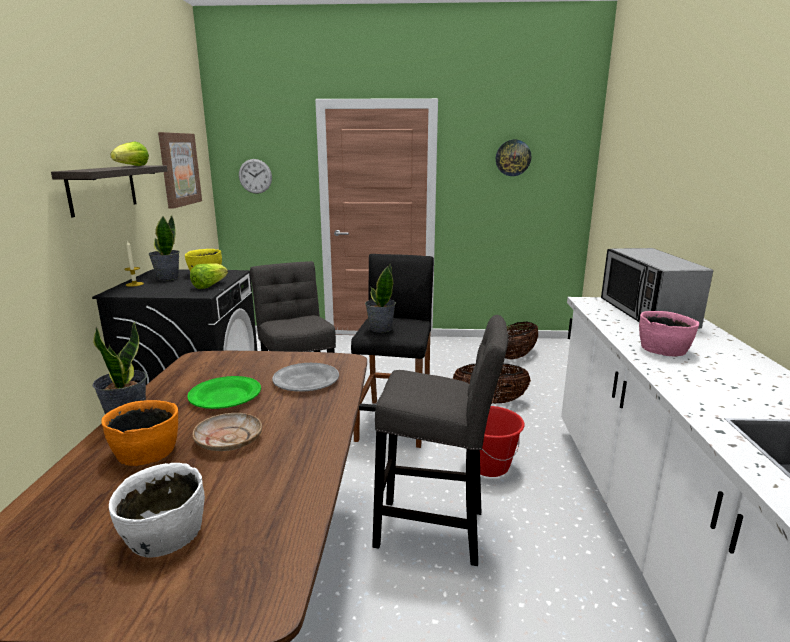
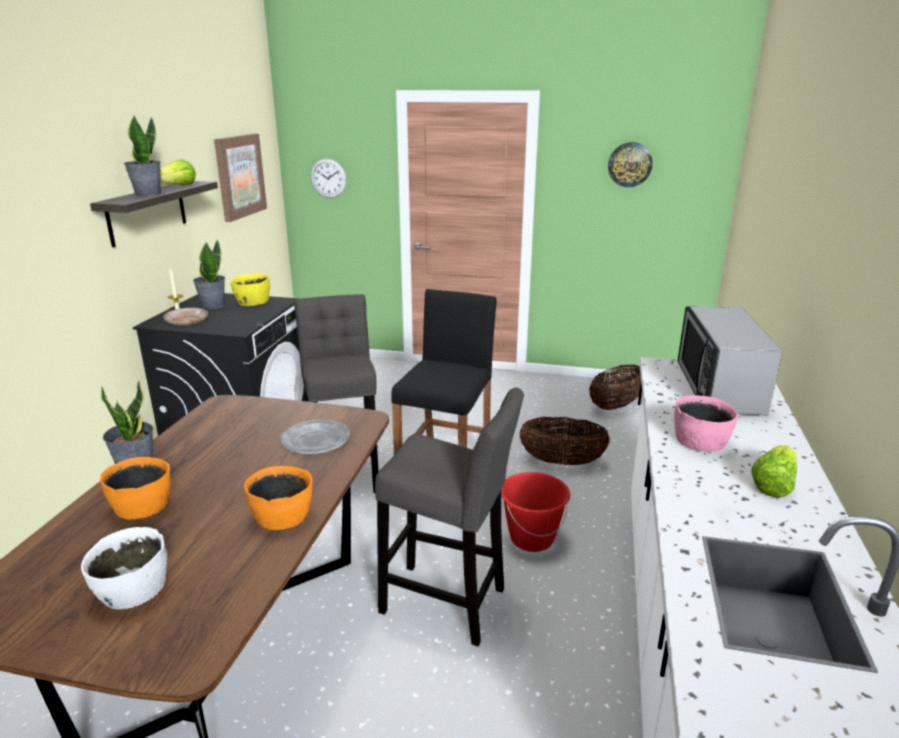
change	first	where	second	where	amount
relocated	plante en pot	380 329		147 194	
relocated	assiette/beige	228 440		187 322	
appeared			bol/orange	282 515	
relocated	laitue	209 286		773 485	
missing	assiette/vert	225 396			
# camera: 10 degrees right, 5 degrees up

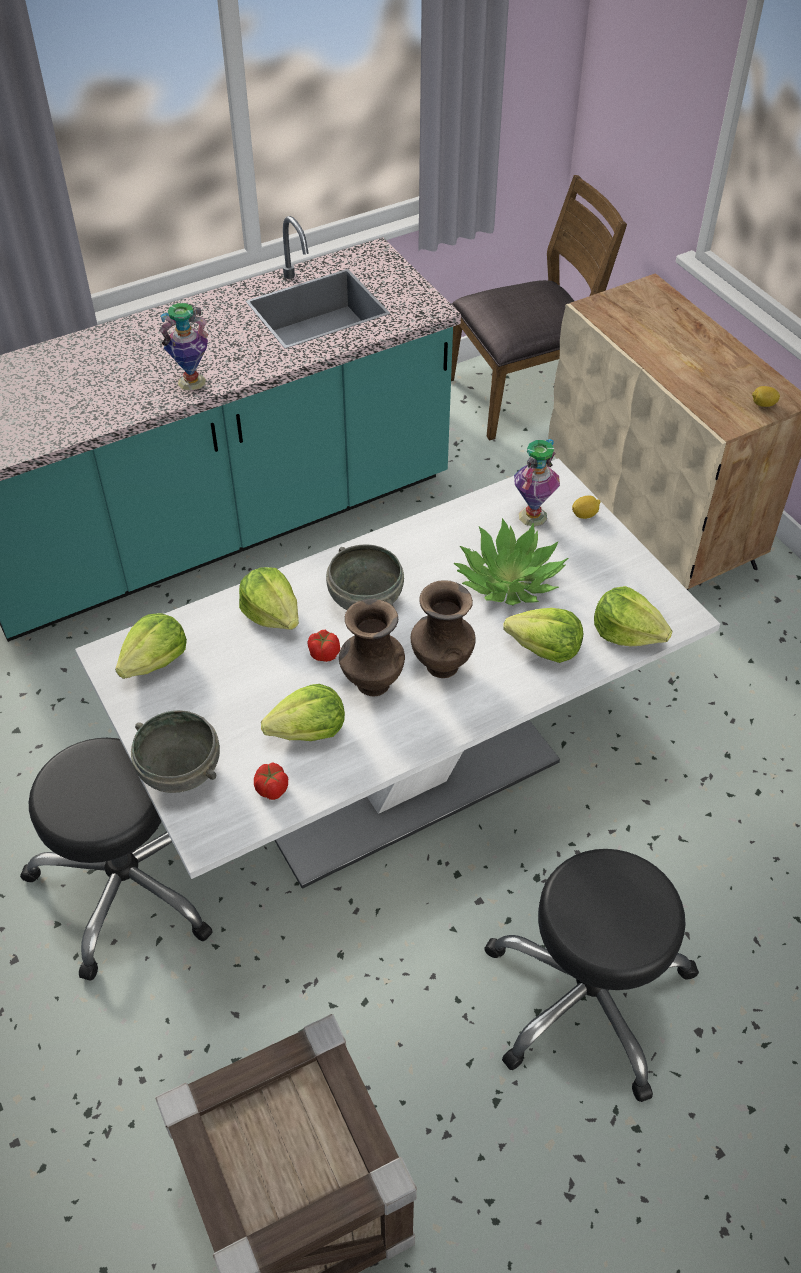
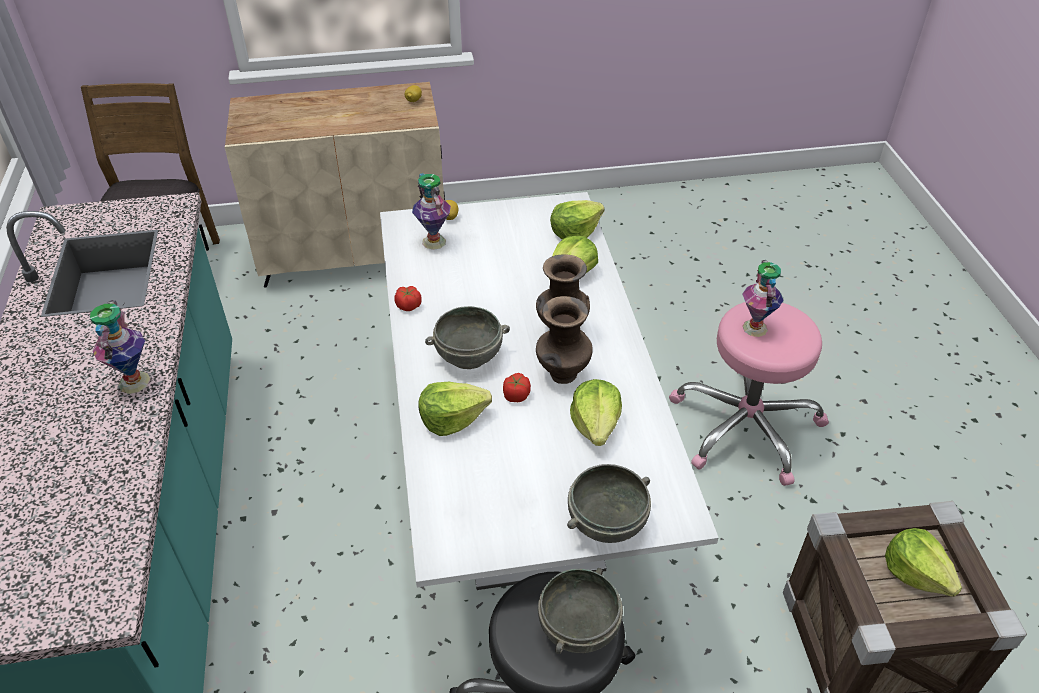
change	first	where	second	where	amount
relocated	tomate	272 789		409 306	
appeared			bol/gris	579 628	
colour	tabouret/noir	587 995	tabouret/rose	745 426	
appeared			vase	755 328	
relocated	laitue	155 661		915 573	
missing	plante en pot	508 580			
# camera: 70 degrees left, 5 degrees down

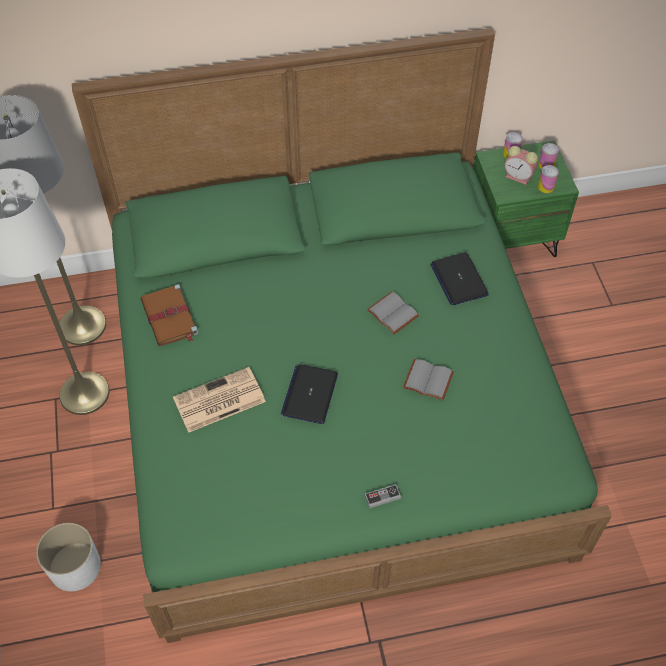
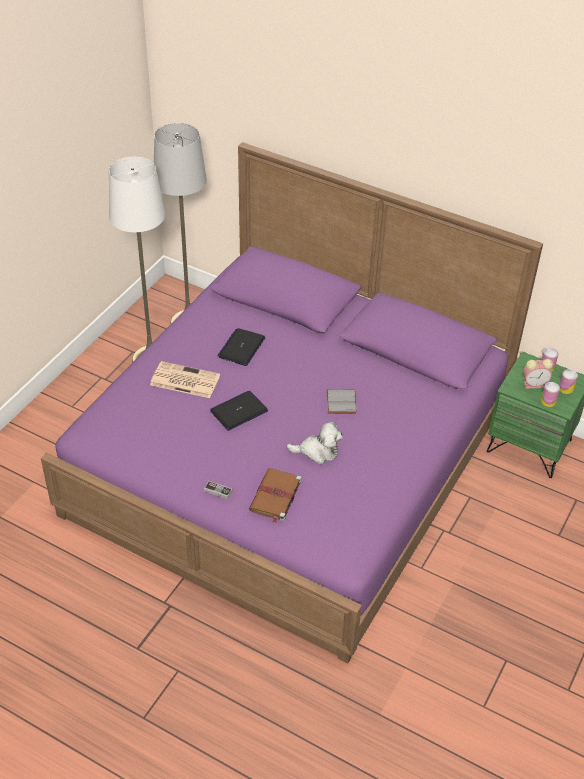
change	first	where	second	where	amount
colour	lit/vert	332 401	lit/violet	290 460	
relocated	ordinateur portable	458 279		241 347	
relocated	livre/marron	170 318		275 496	
exchanged	livre/gris	427 381	peluche	317 451	
spun	réveil	519 177		535 384	75 degrees counterclockwise
missing	cache-pot/blanc	75 566			
# camera: 40 degrees right, 10 degrees down

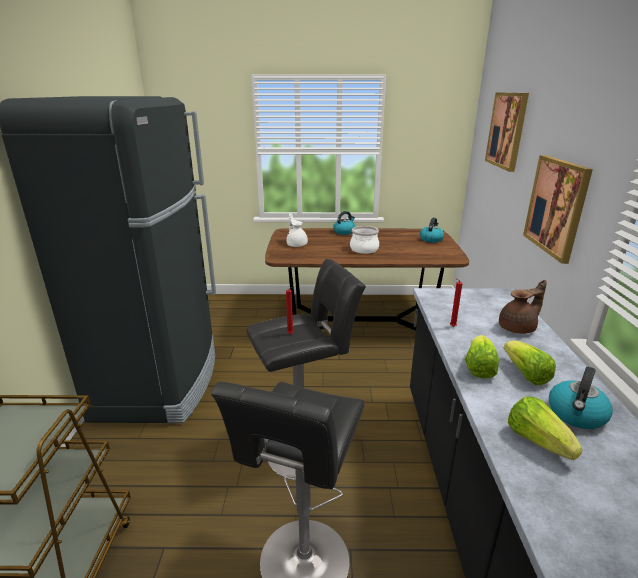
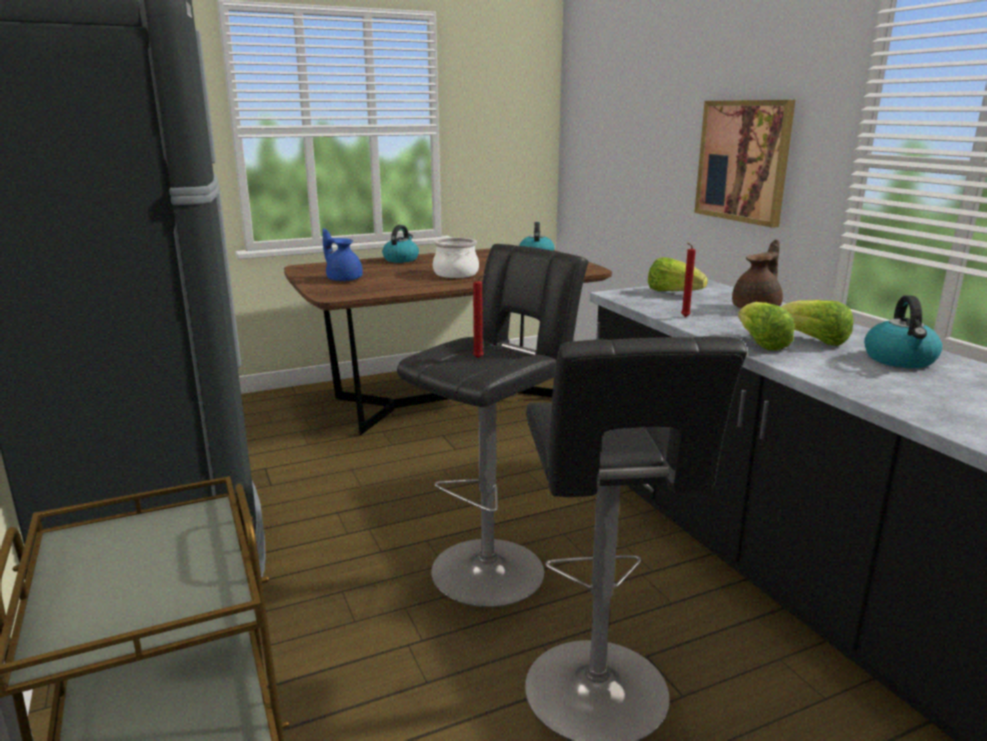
change	first	where	second	where	amount
colour	théière/blanc	296 244	théière/bleu	343 279	
relocated	laitue	537 441		673 293	
missing	tableau	507 130			
# camera: 25 degrees left, 5 degrees down

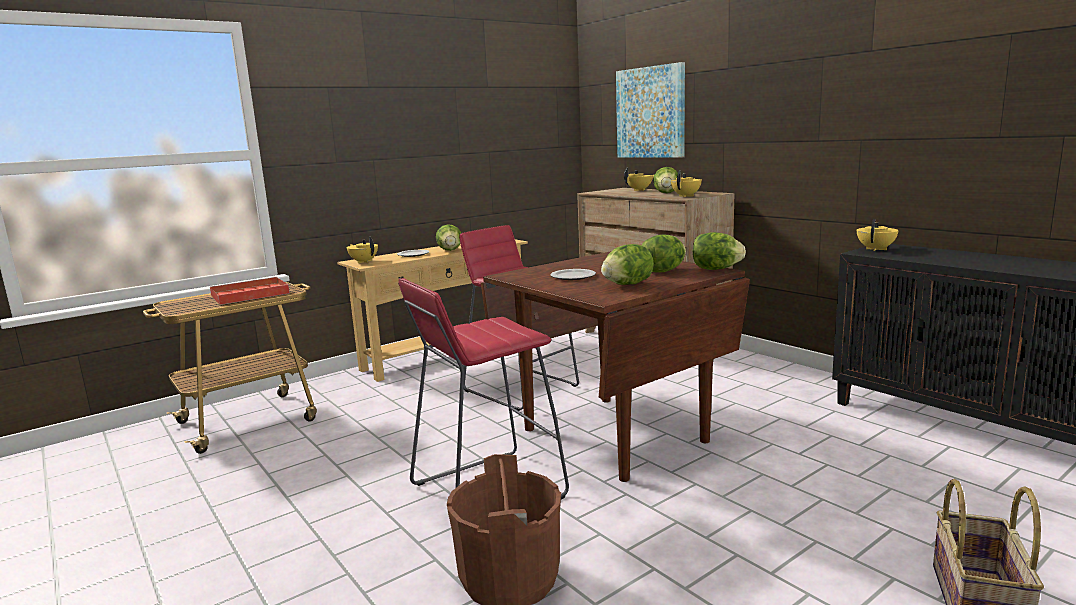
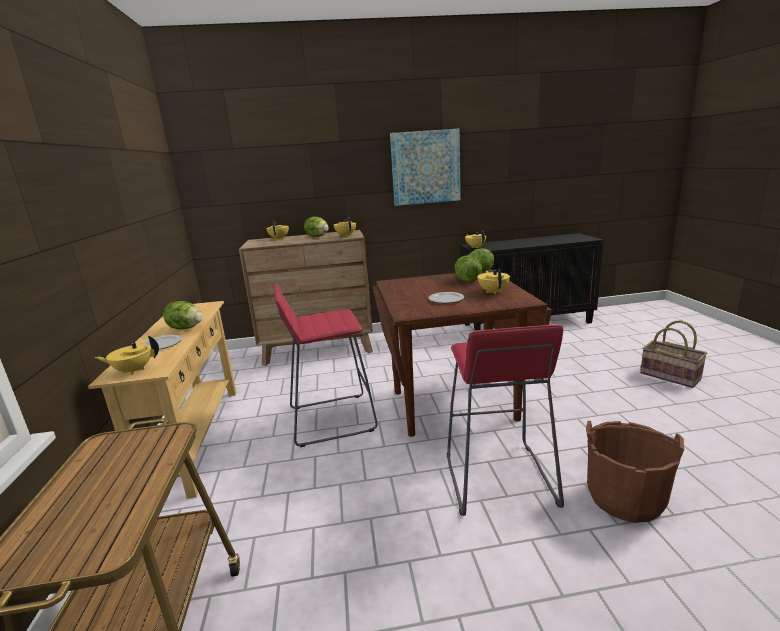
change	first	where	second	where	amount
relocated	tableau	651 112		425 167	
exchanged	laitue	627 284	théière/jaune	493 292	
missing	plateau/rouge	248 294			
# camera: 60 degrees left, 5 degrees up

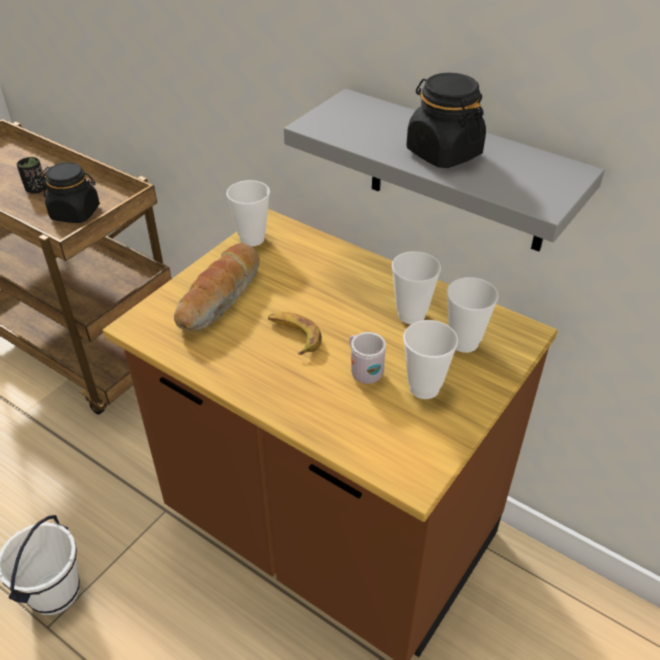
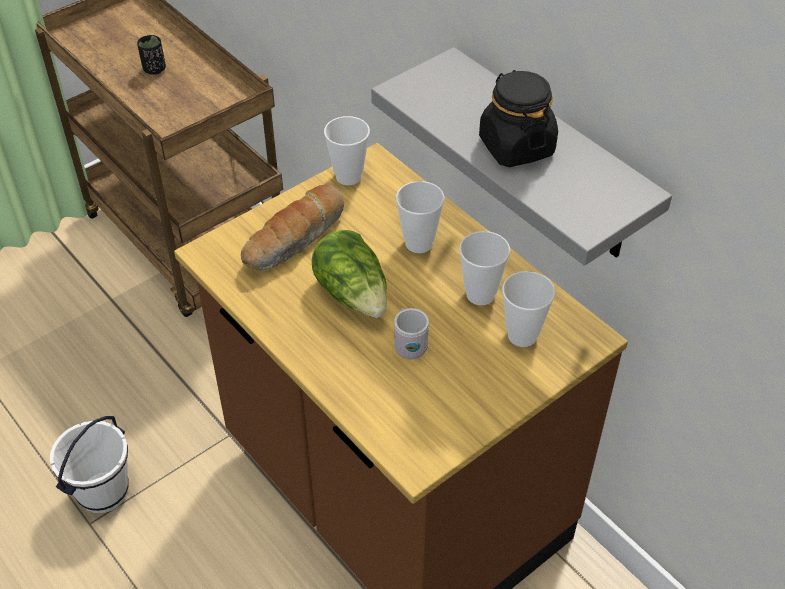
change	first	where	second	where	amount
exchanged	banane	293 336	laitue	354 294	
relocated	tasse	424 388		419 243	
missing	bocal/noir	76 213			
# camera: 15 degrees right, 5 degrees up

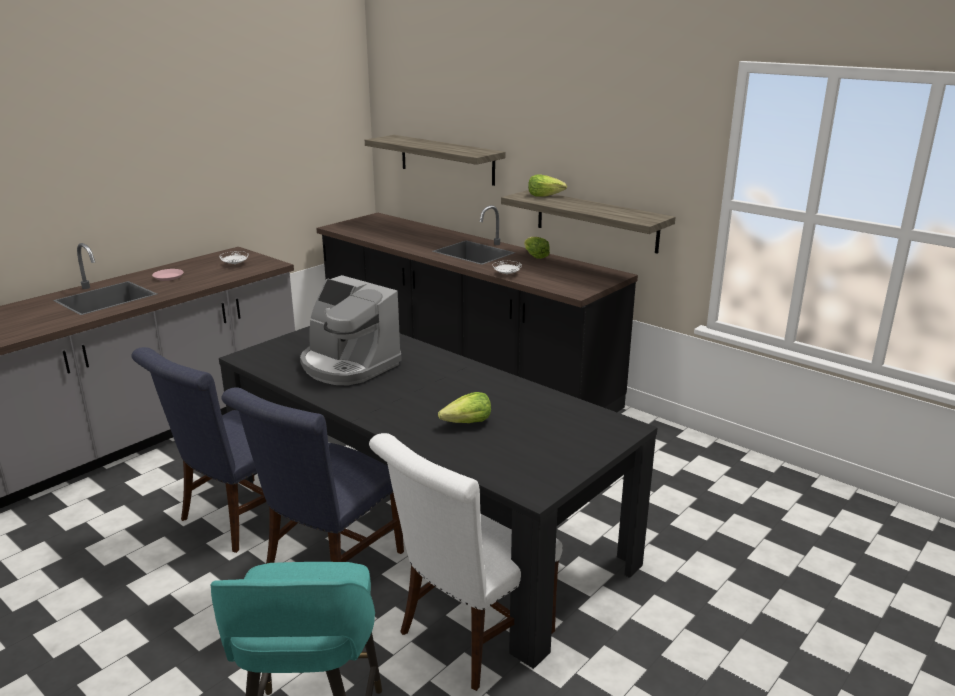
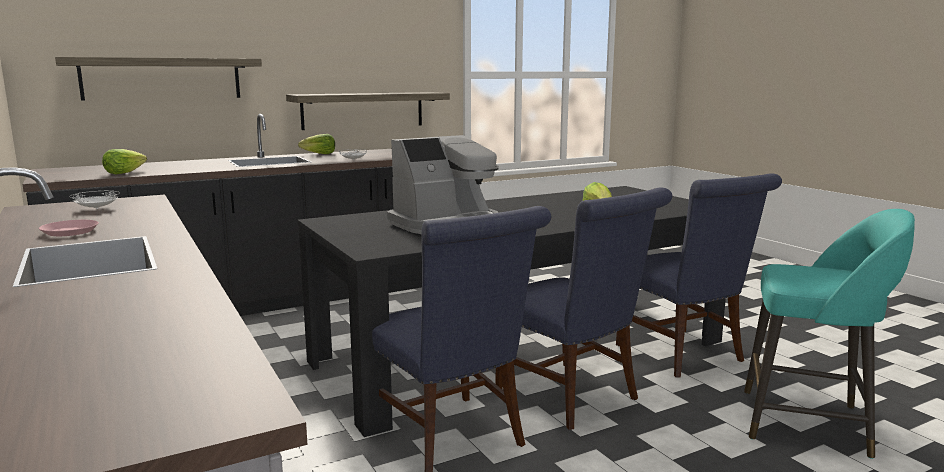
change	first	where	second	where	amount
relocated	laitue	545 196		124 173	
colour	chaise/blanc	469 636	chaise/bleu	685 355	
# camera: 70 degrees left, 10 degrees down

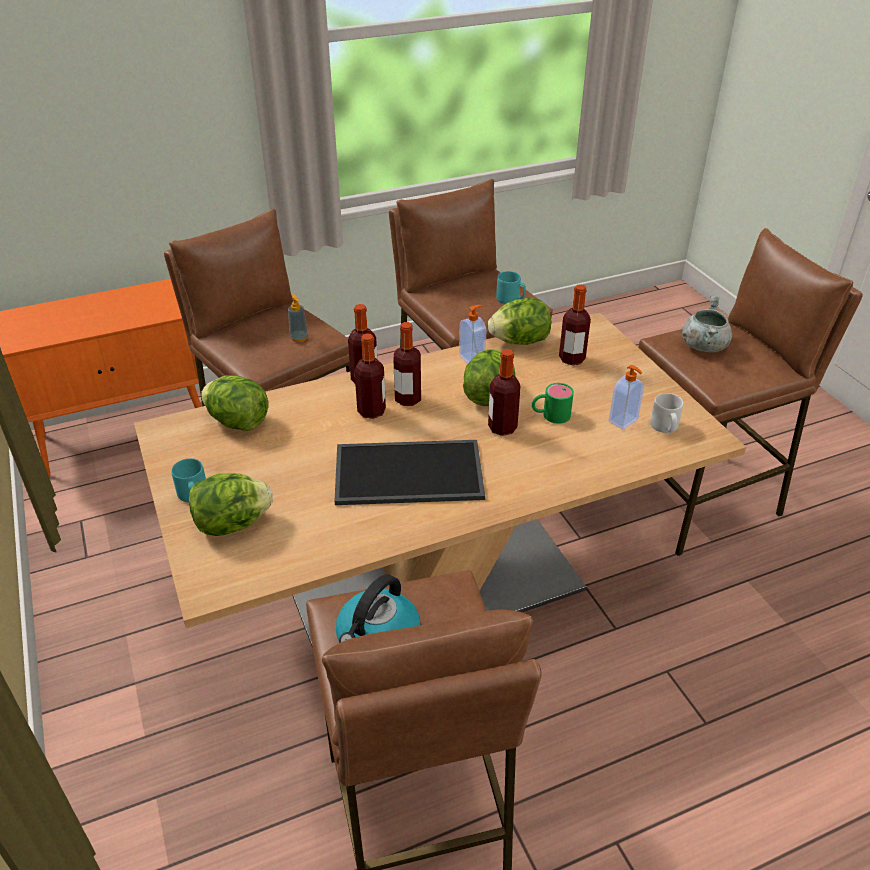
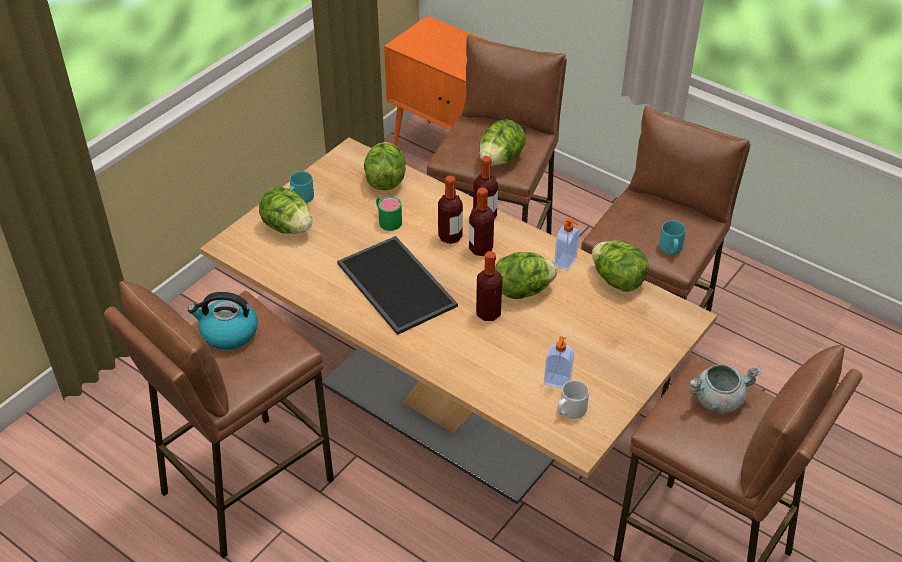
change	first	where	second	where	amount
relocated	mug/vert	550 415		387 220	
exchanged	distributeur de savon	299 338	laitue	500 160	
missing	bouteille	572 359			
# camera: 60 degrees right, 5 degrees up

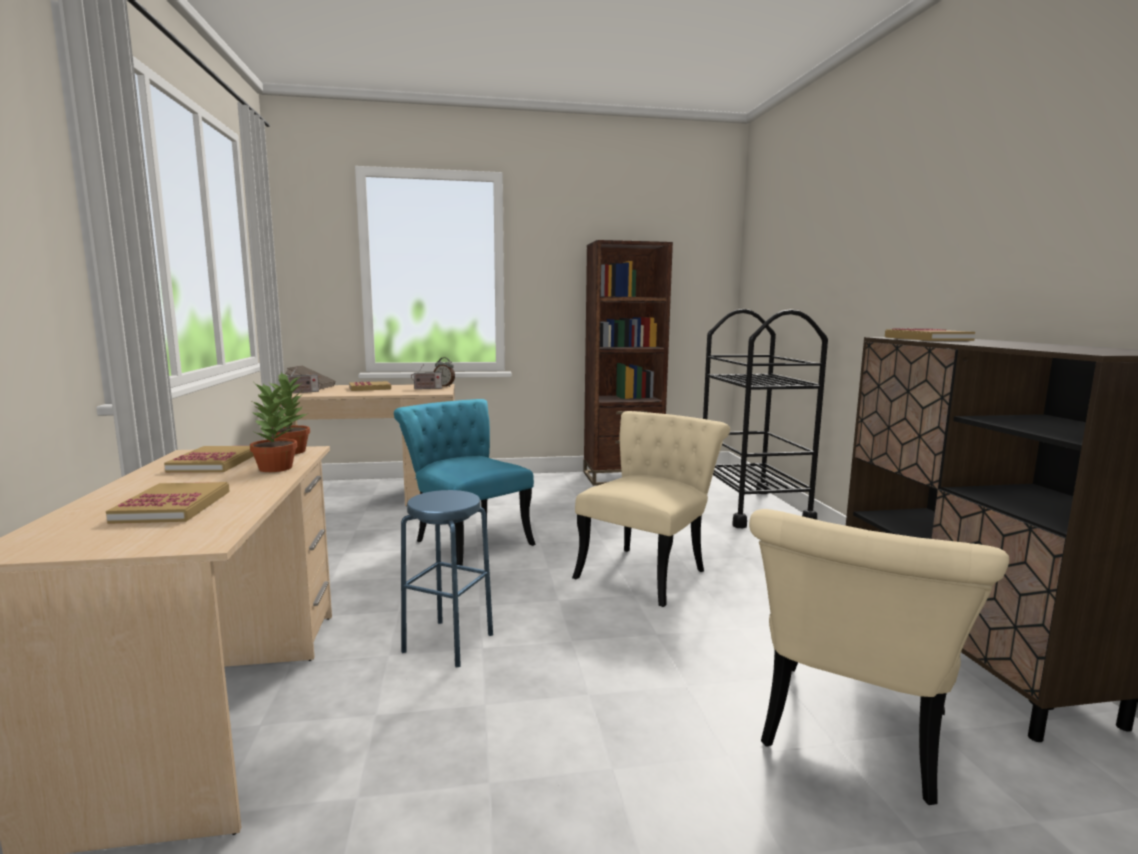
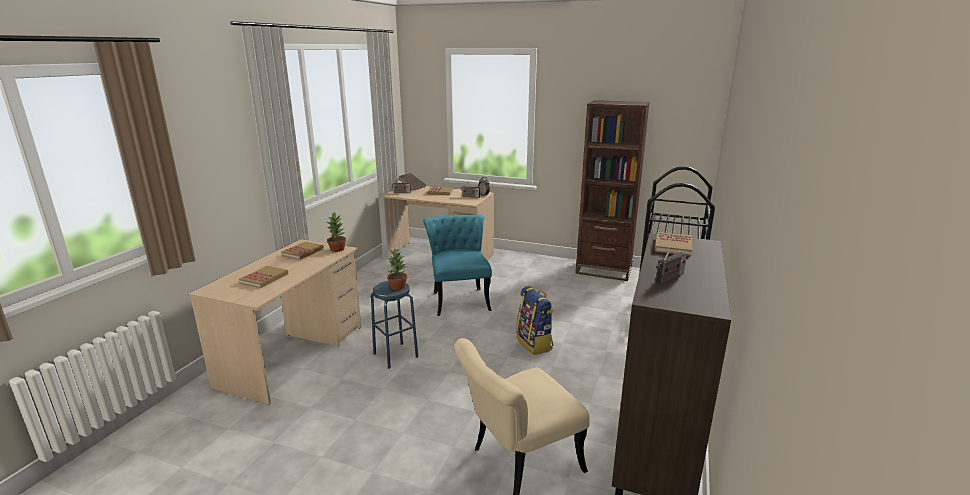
change	first	where	second	where	amount
relocated	plante en pot	275 468		397 286	
exchanged	chaise/beige	648 570	sac à dos	534 344	
appeared			radio	669 278	
# camera: 30 degrees right, 10 degrees up

